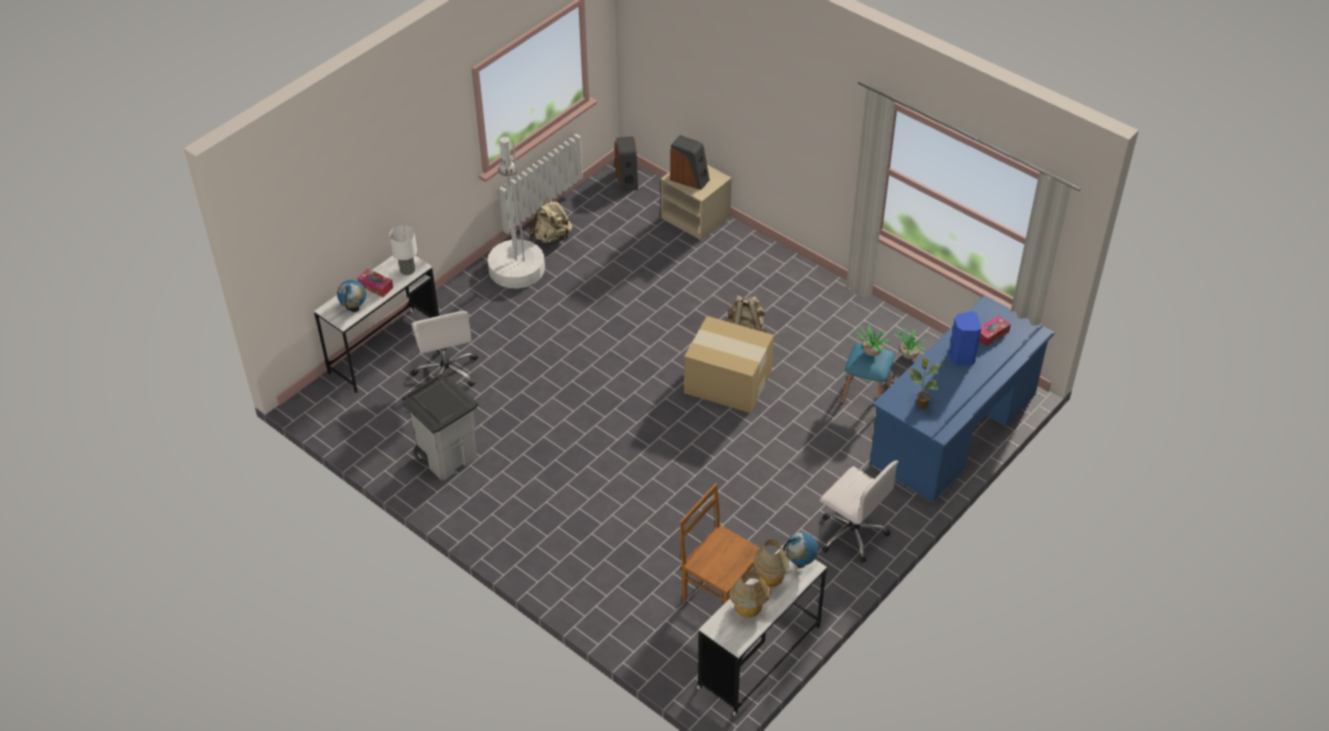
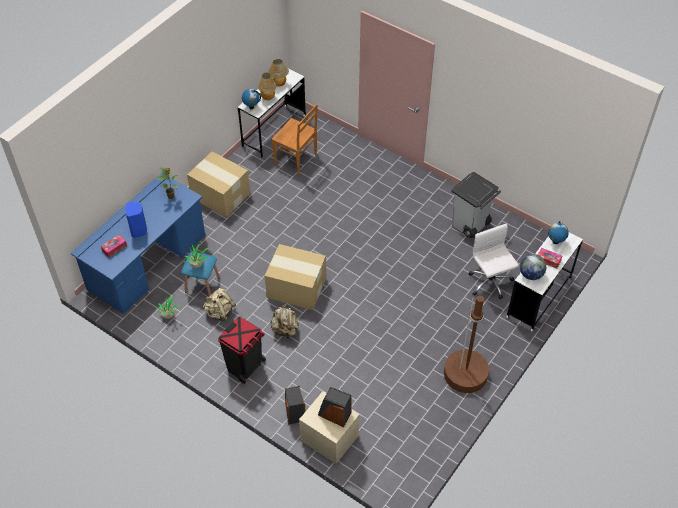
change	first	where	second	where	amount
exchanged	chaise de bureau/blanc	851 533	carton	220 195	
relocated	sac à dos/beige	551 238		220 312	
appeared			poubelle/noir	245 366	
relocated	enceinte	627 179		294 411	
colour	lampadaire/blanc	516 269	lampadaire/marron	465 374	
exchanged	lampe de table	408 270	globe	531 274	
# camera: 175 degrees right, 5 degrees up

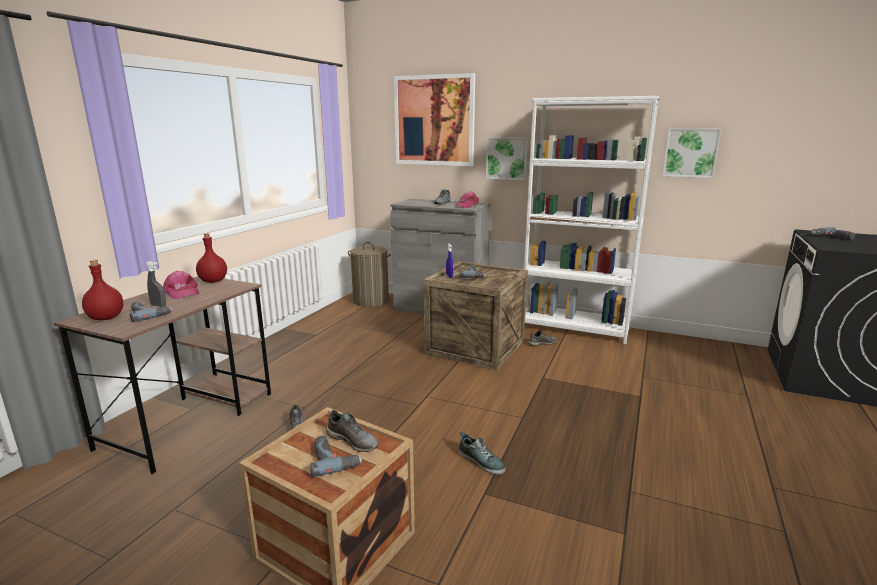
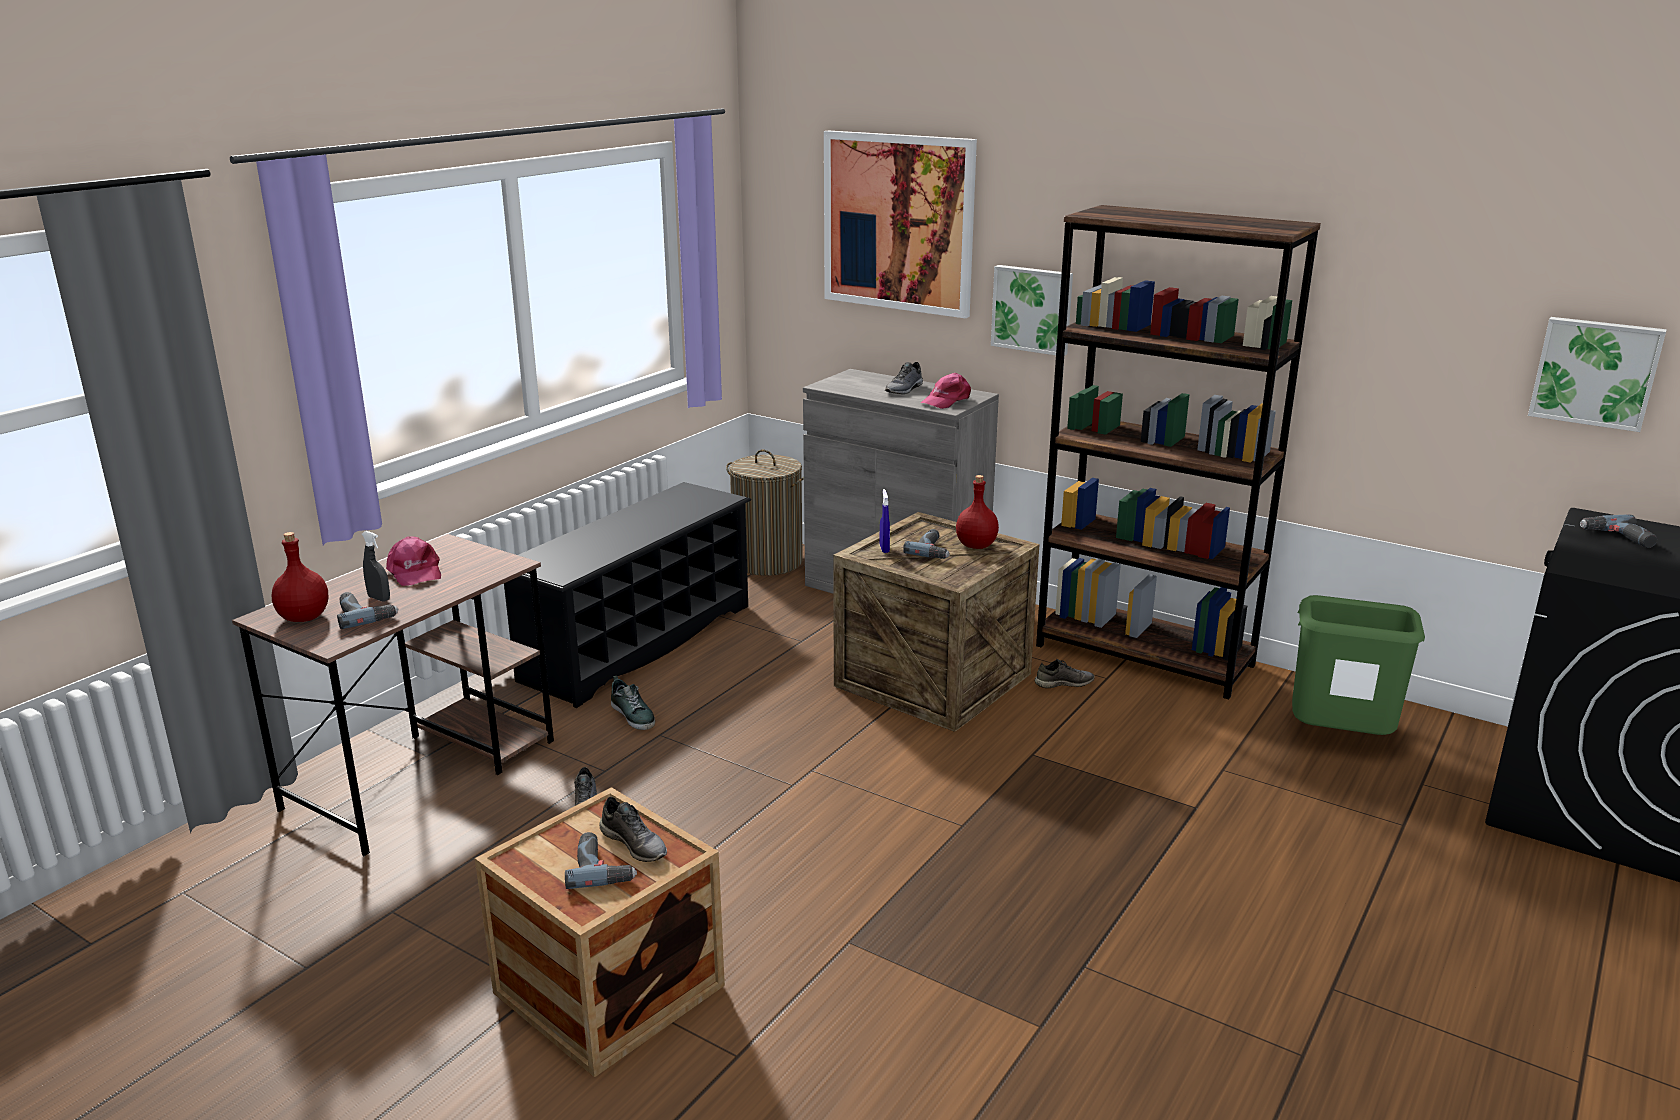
change	first	where	second	where	amount
appeared			étagère à chaussures/noir	637 642	
relocated	chaussure	481 461		633 715	
relocated	bouteille/rouge	213 281		975 546	
colour	bibliothèque/blanc	575 328	bibliothèque/marron	1144 655	
appeared			poubelle/vert	1339 742	
relocated	tableau	690 152		1595 372	
# camera: 10 degrees right, 5 degrees up

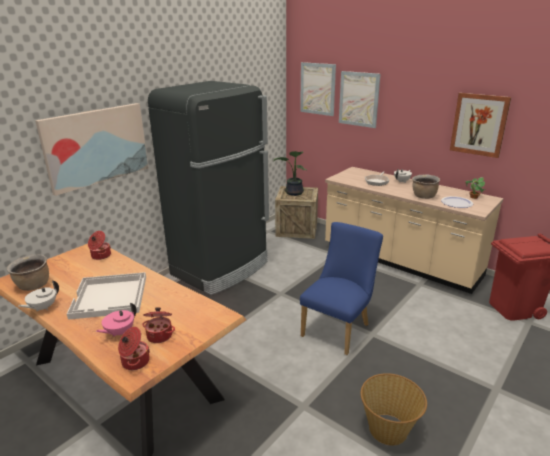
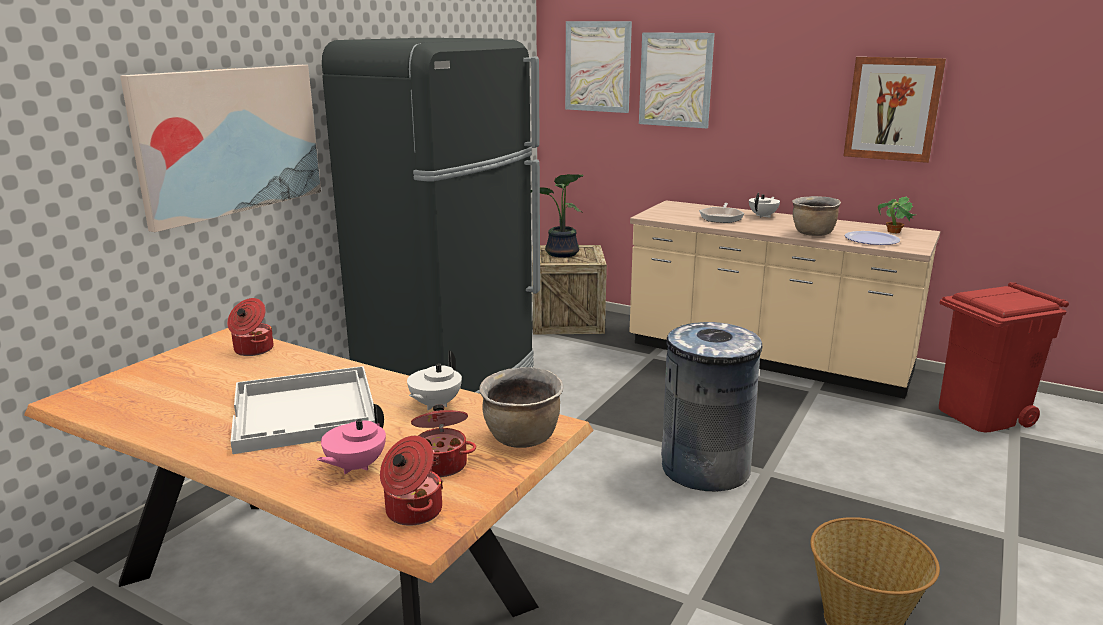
change	first	where	second	where	amount
relocated	théière/blanc	43 308		434 404	
relocated	marmite/marron	33 286		522 439	
exchanged	chaise/bleu	338 328	poubelle/gris	704 468	
# camera: 10 degrees left, 5 degrees down

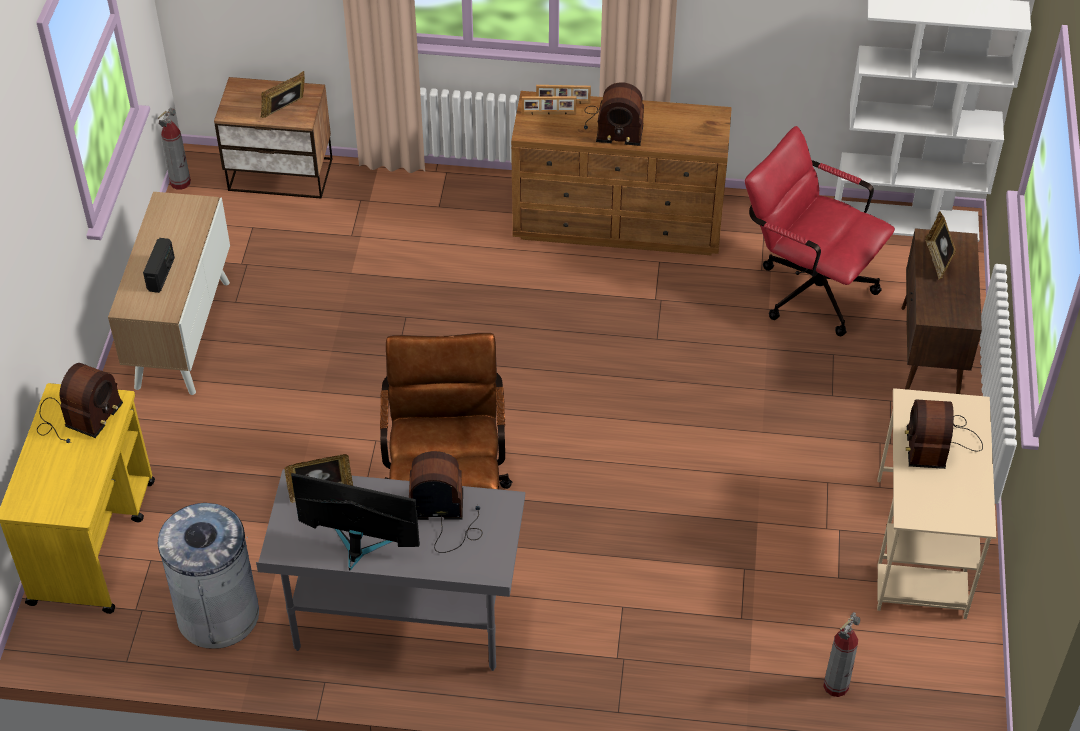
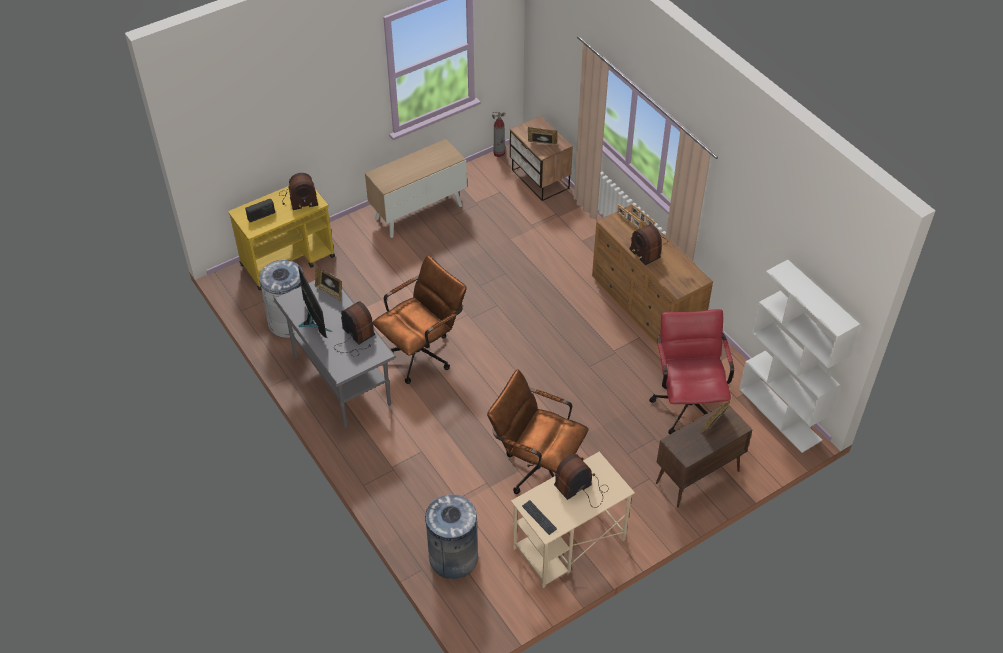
change	first	where	second	where	amount
relocated	radio	161 274		261 216	
exchanged	extincteur	836 685	poubelle/gris	453 558	
appeared			chaise de bureau/marron	536 466	
appeared			clavier	539 518	
# camera: 50 degrees right, 0 degrees up

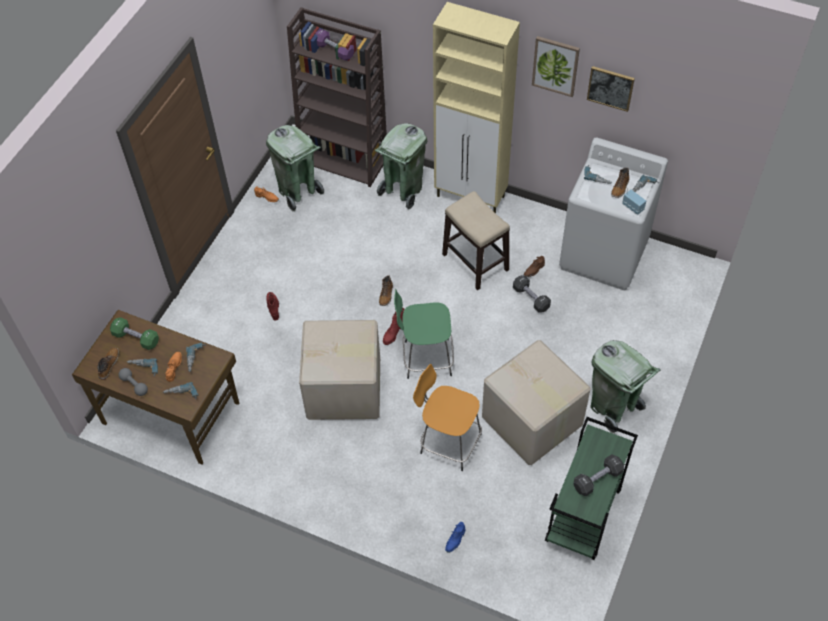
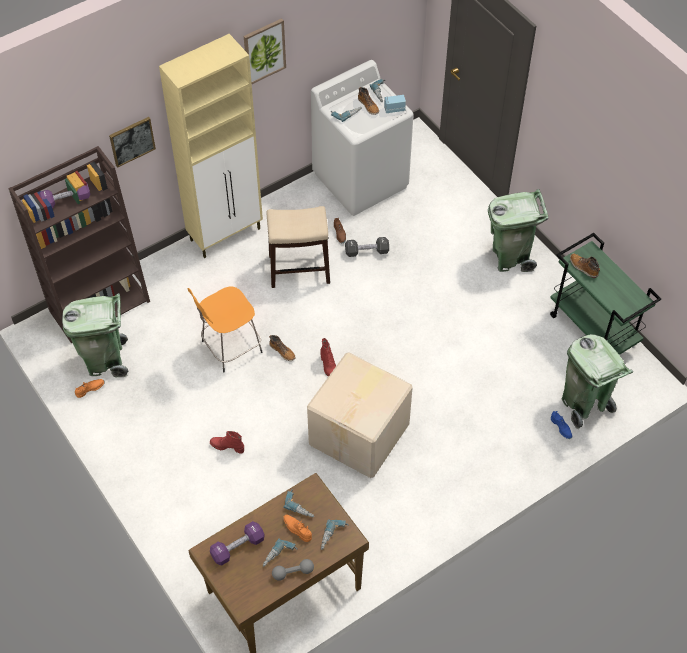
change	first	where	second	where	amount
relocated	tableau	610 88		132 141	
relocated	tabouret/orange	448 442		229 347	
colour	haltère/vert	136 338	haltère/violet	237 547	
relocated	poubelle/vert	403 190		584 404	
relocated	botte	108 365		583 267	
missing	tabouret/vert	425 358			
missing	carton	532 422			
missing	haltère/noir	597 479			
# camera: 60 degrees left, 0 degrees up

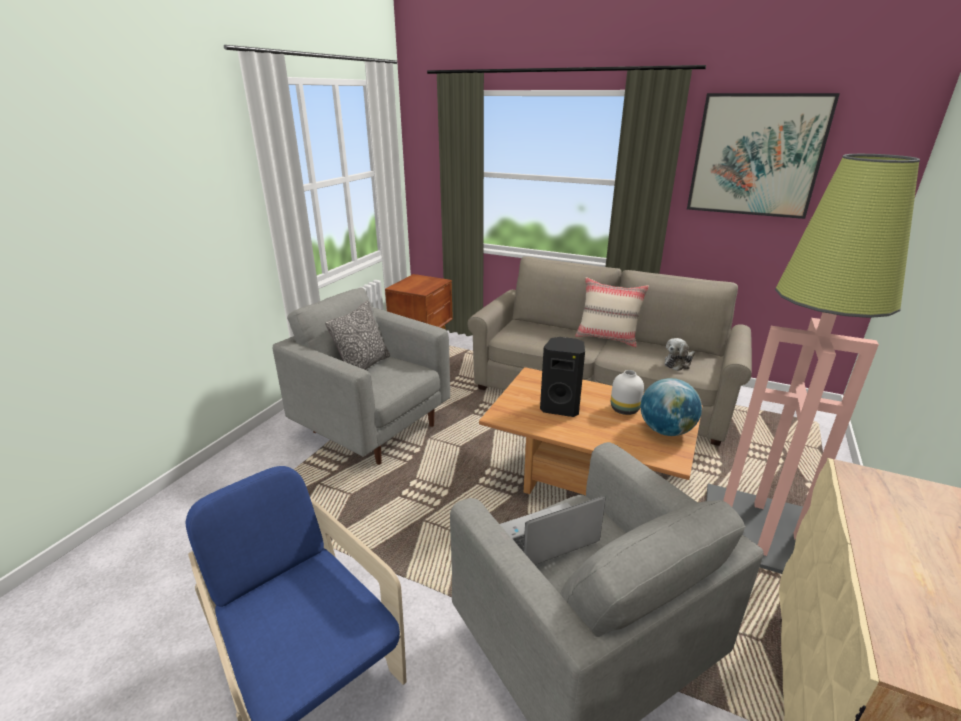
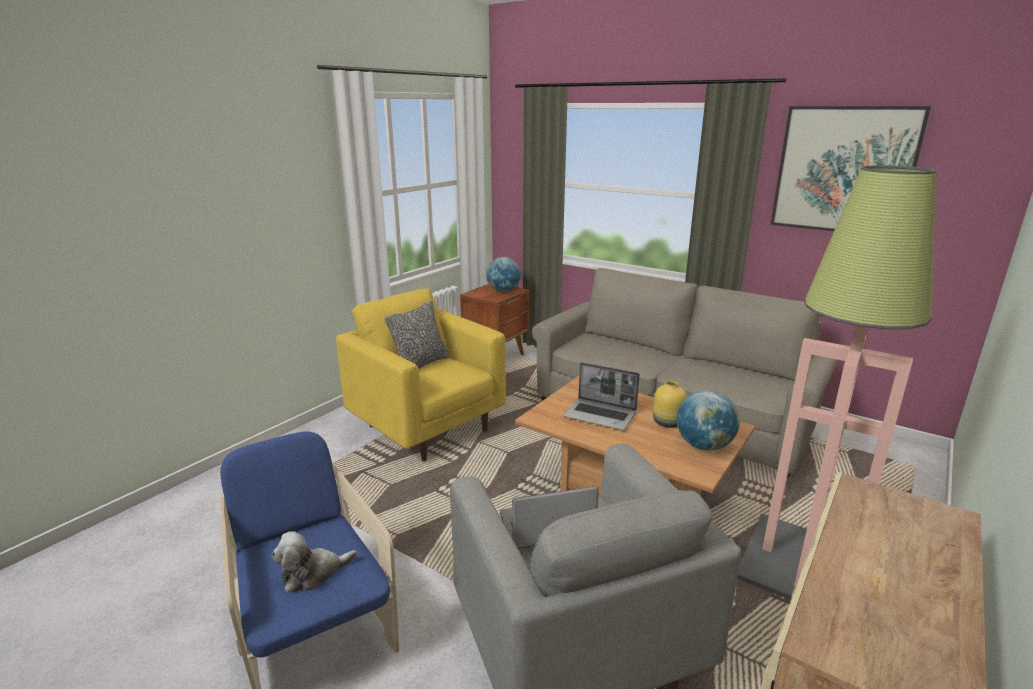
change	first	where	second	where	amount
relocated	peluche	678 363		312 573	
colour	fauteuil/gris	373 428	fauteuil/jaune	427 428	
appeared			globe	503 291	
exchanged	enceinte/noir	560 407	ordinateur portable	601 415	
colour	vase/blanc	624 410	vase/jaune	667 423	
missing	coussin/beige	607 338			
# camera: 10 degrees right, 5 degrees down

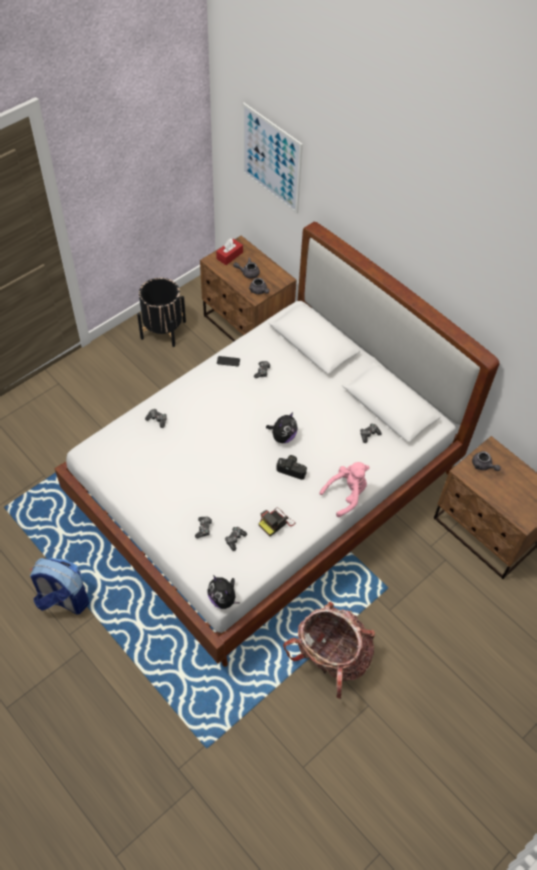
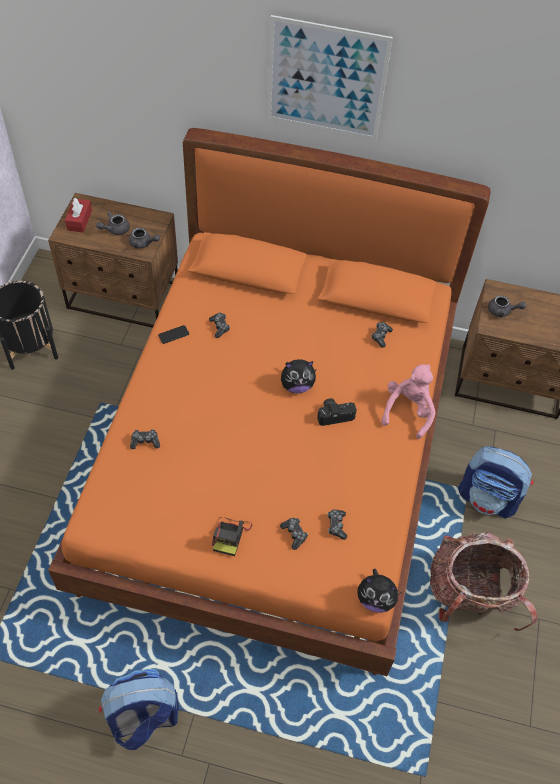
change	first	where	second	where	amount
colour	lit/blanc	266 490	lit/orange	276 460	
relocated	appareil photo	276 522		230 535	
relocated	tableau	271 158		326 79	
spun	peluche	283 437		297 385	75 degrees clockwise
appeared			sac à dos	488 498	
# camera: 35 degrees left, 0 degrees up

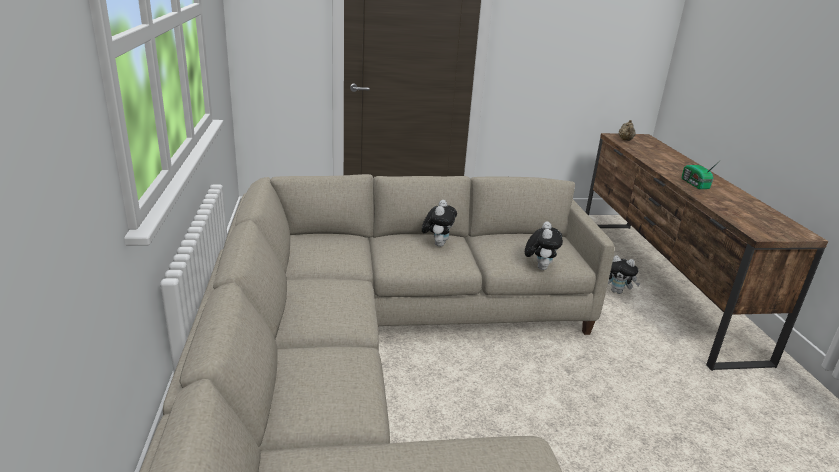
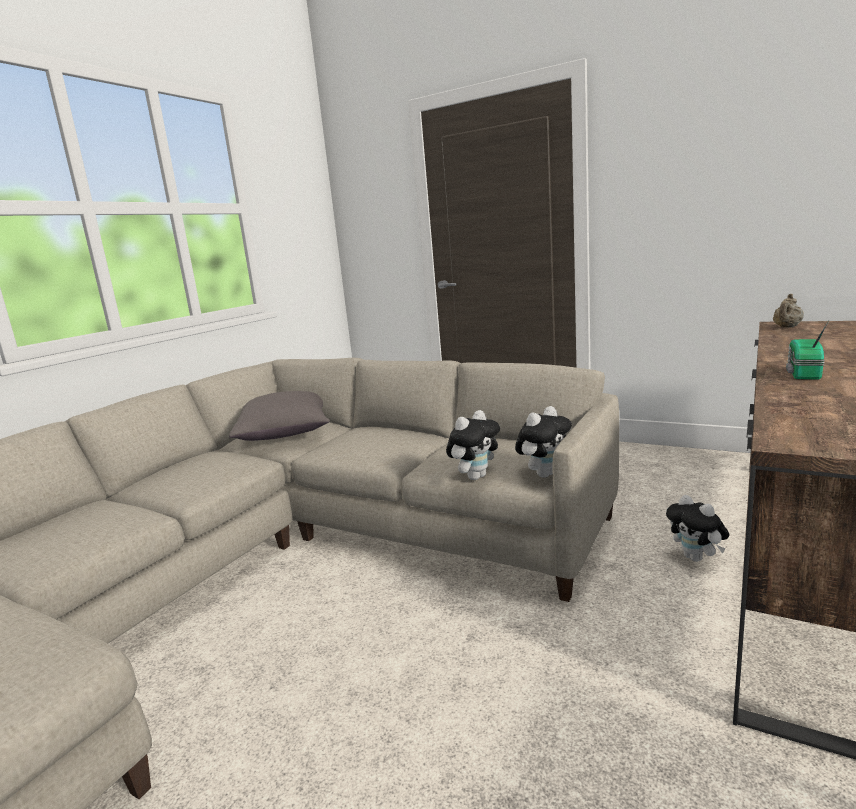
change	first	where	second	where	amount
appeared			coussin/gris	285 434	
relocated	peluche	437 244		544 474	
# camera: 40 degrees right, 10 degrees down

